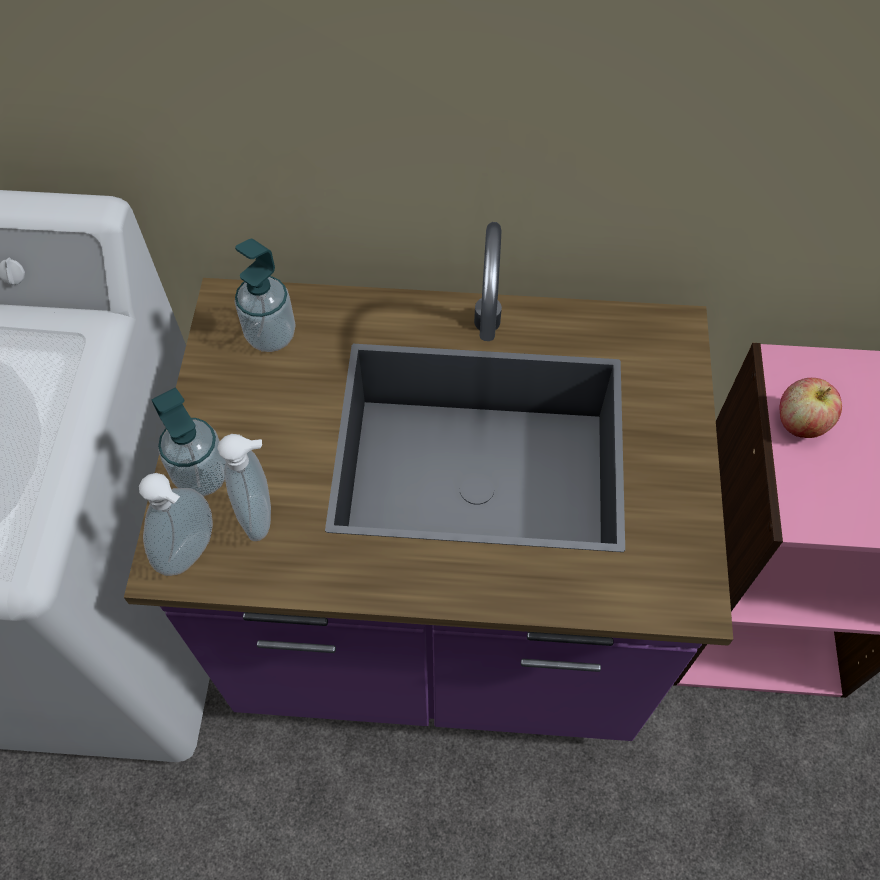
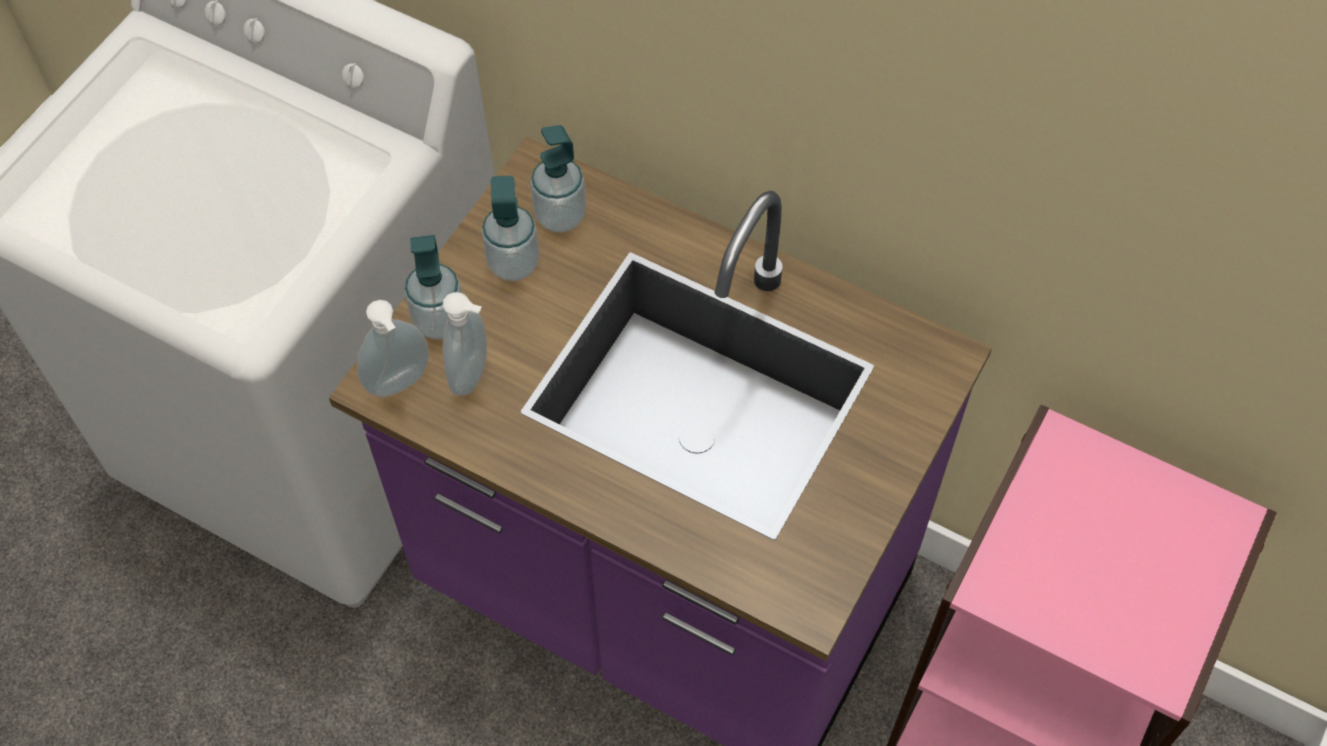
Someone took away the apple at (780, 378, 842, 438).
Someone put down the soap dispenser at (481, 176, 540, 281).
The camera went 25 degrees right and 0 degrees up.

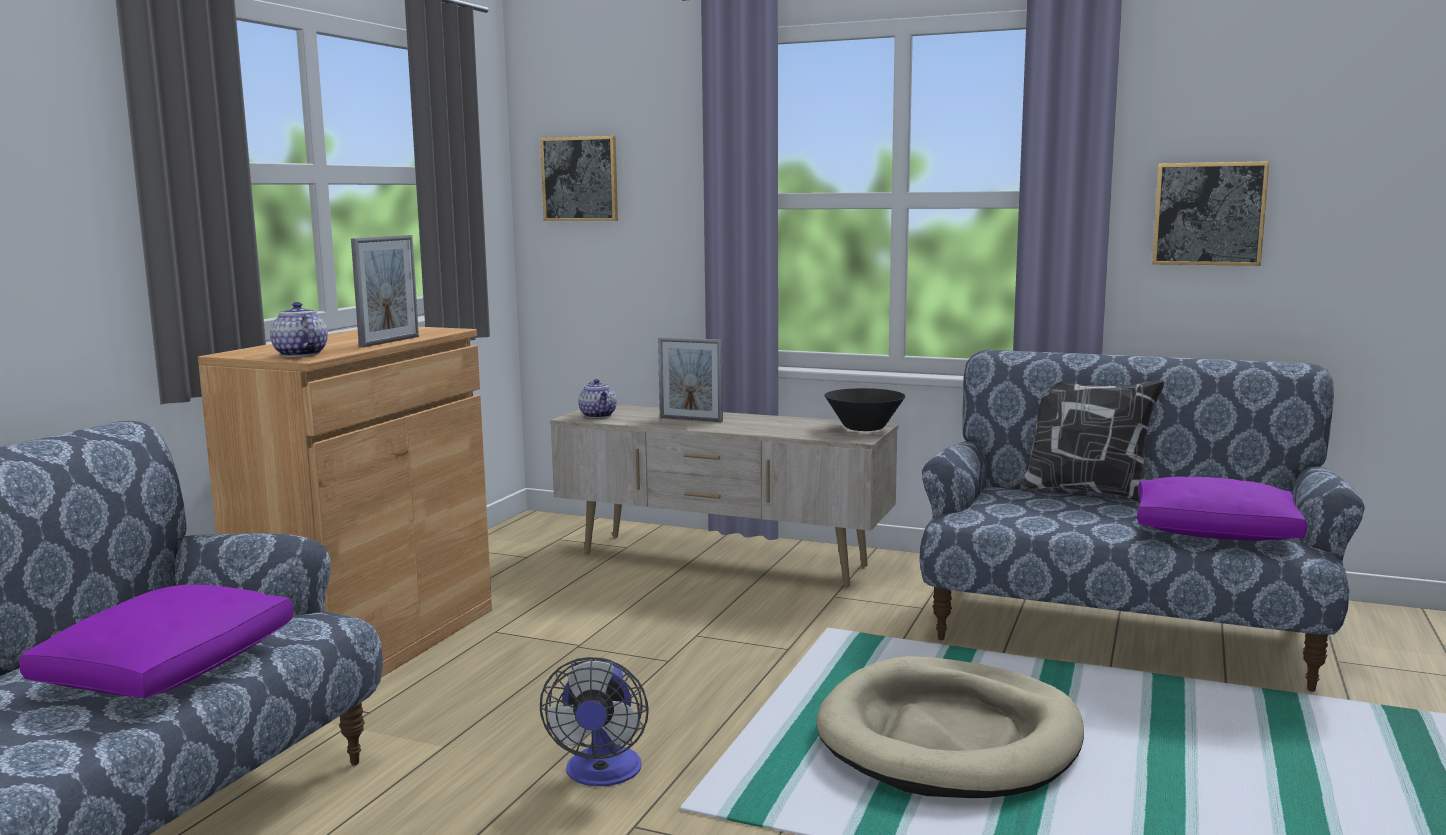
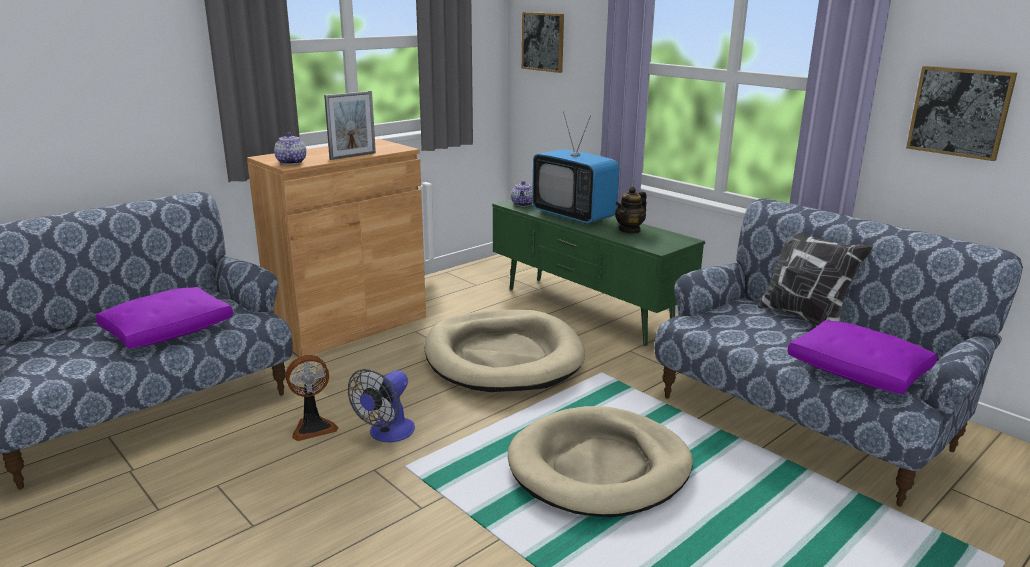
Someone repainted the tv stand (beige) at (550, 405, 899, 587), which became the tv stand (green) at (492, 199, 705, 346).
Someone swapped the picture frame at (658, 337, 723, 422) for the television at (532, 111, 620, 224).
Someone took away the bowl (black) at (824, 388, 906, 431).
Someone put down the fan at (286, 355, 338, 441).
Someone put down the dog bed (beige) at (425, 310, 585, 392).
Someone put down the teapot at (615, 186, 647, 234).
The camera went 25 degrees right and 10 degrees up.

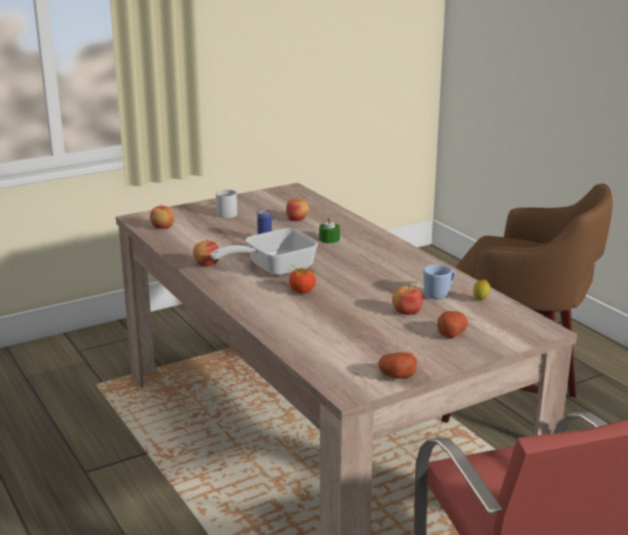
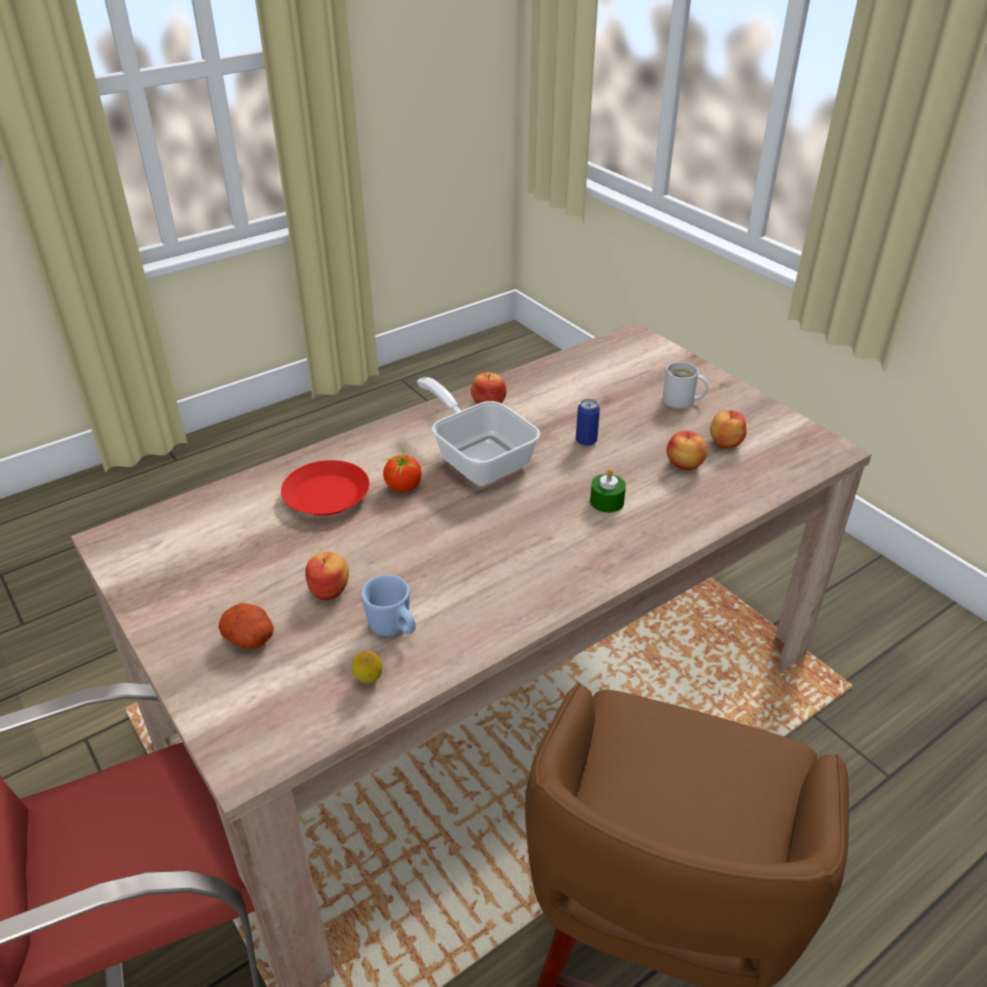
Someone carried the apple from (150, 205, 175, 229) to (710, 410, 746, 449).
Someone took away the potato at (379, 353, 417, 379).
Someone put down the plate (red) at (281, 460, 370, 515).
The camera went 85 degrees right and 15 degrees up.

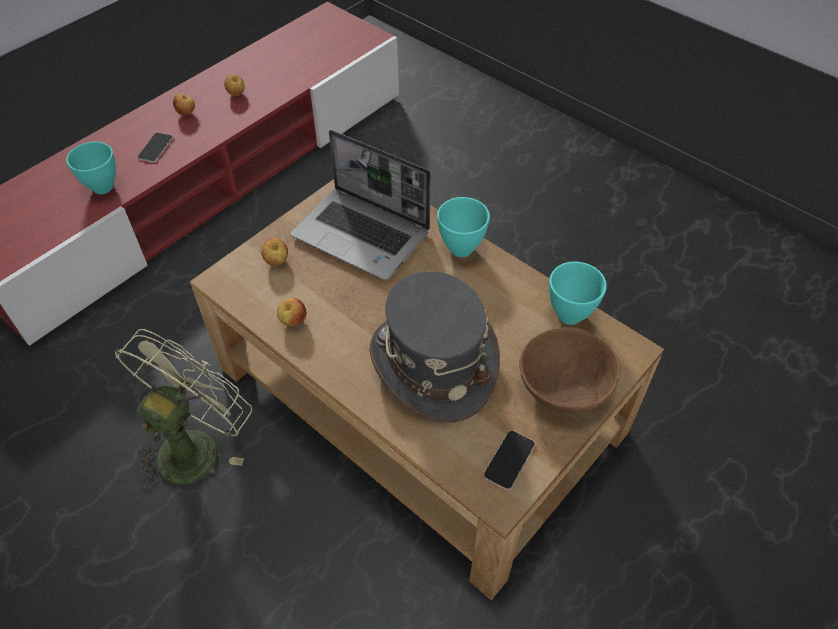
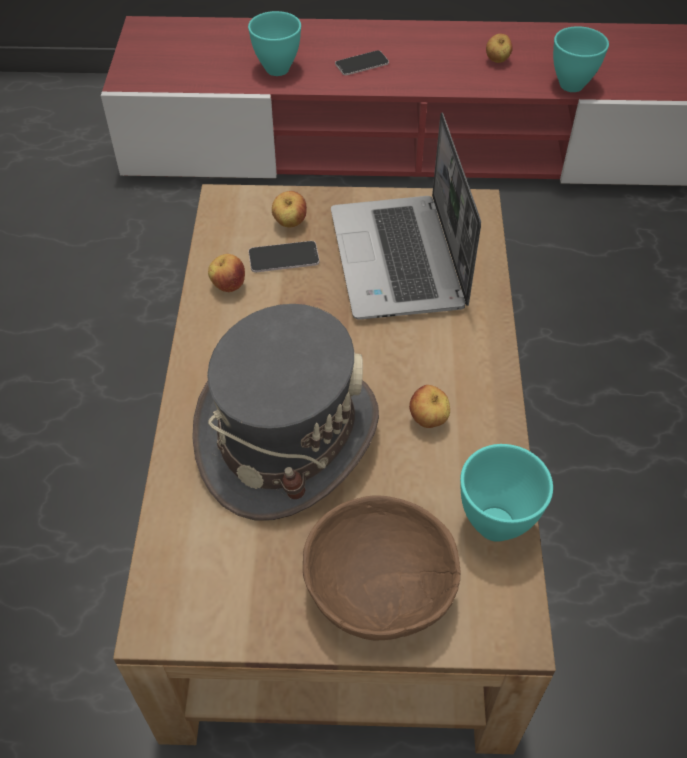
Someone took away the fan (green) at (115, 329, 252, 489).
Someone carried the apple from (173, 94, 195, 116) to (409, 385, 450, 428).
Someone carried the bowl (turquoise) from (437, 197, 490, 257) to (553, 26, 609, 92).
Someone carried the phone from (484, 430, 535, 490) to (248, 241, 320, 272).
The camera went 50 degrees right and 0 degrees up.

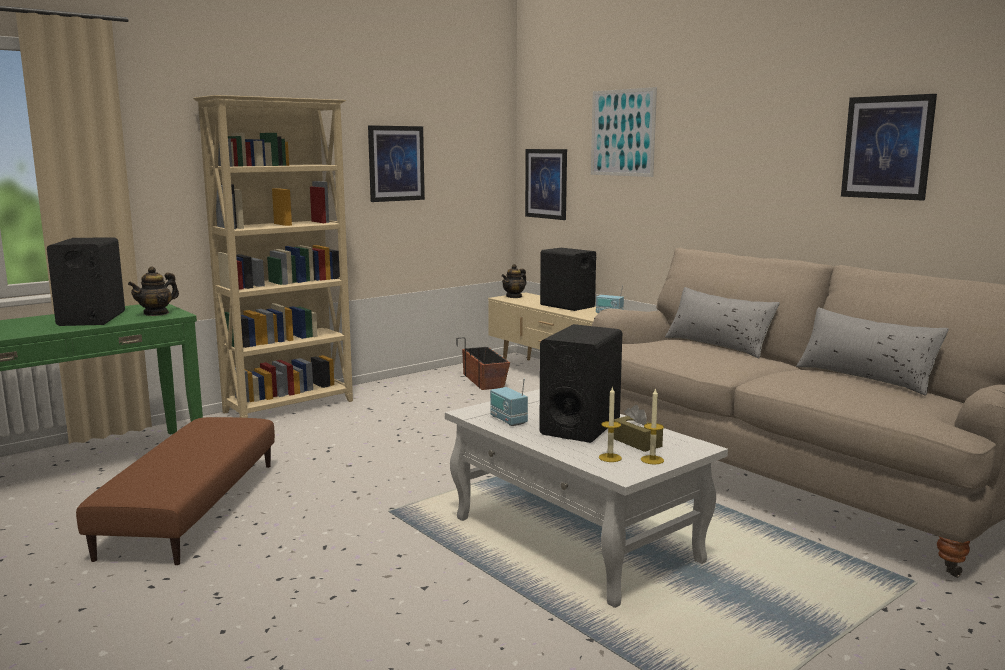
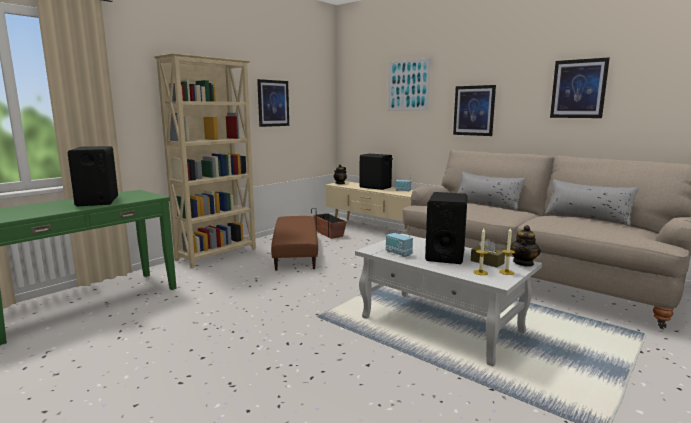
Someone carried the ottoman (brown) from (76, 417, 275, 565) to (271, 216, 318, 271).
Someone carried the teapot from (128, 266, 179, 316) to (510, 225, 541, 267).
Someone carried the picture from (525, 149, 567, 220) to (453, 85, 496, 136).
The camera went 10 degrees left and 0 degrees up.

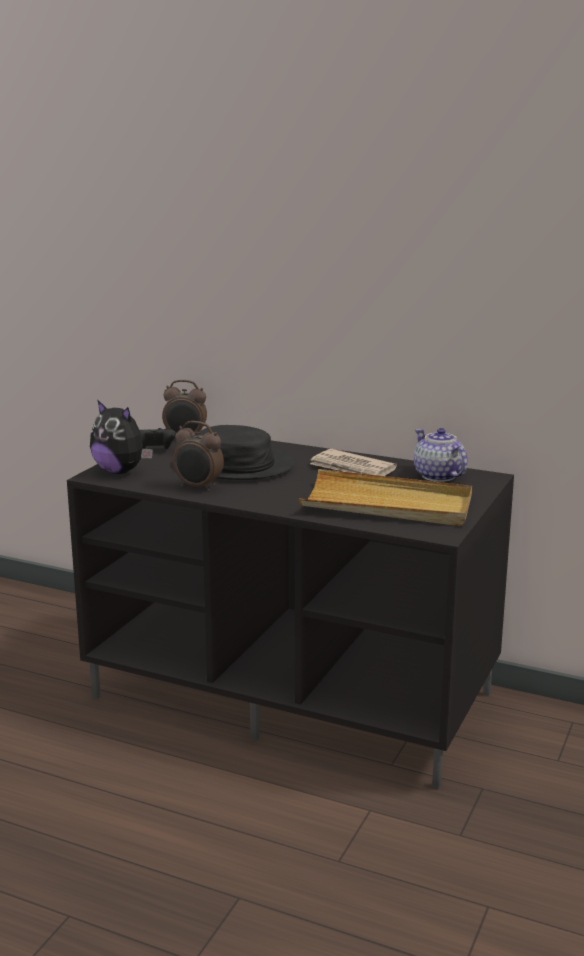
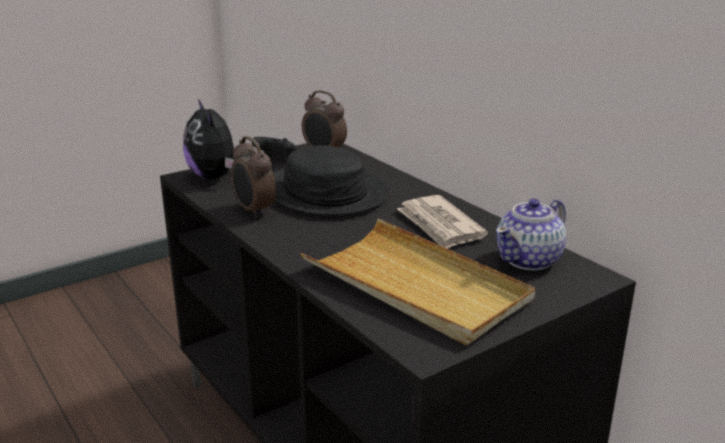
Someone rotated the teapot at (414, 428, 468, 482) by 135 degrees counterclockwise.
The camera went 30 degrees right and 5 degrees up.

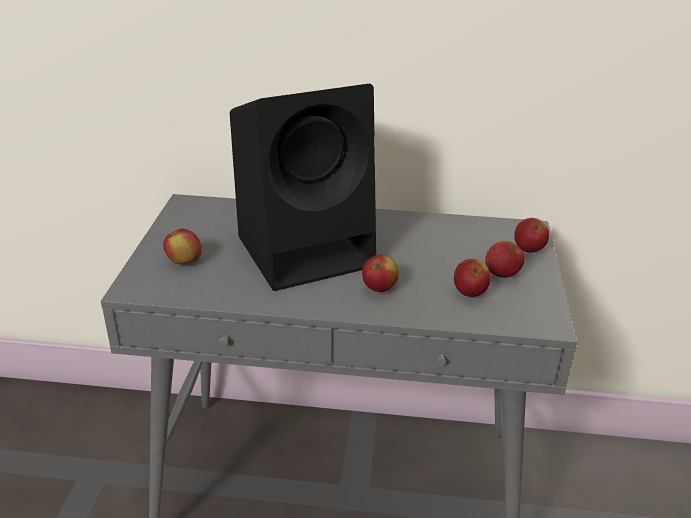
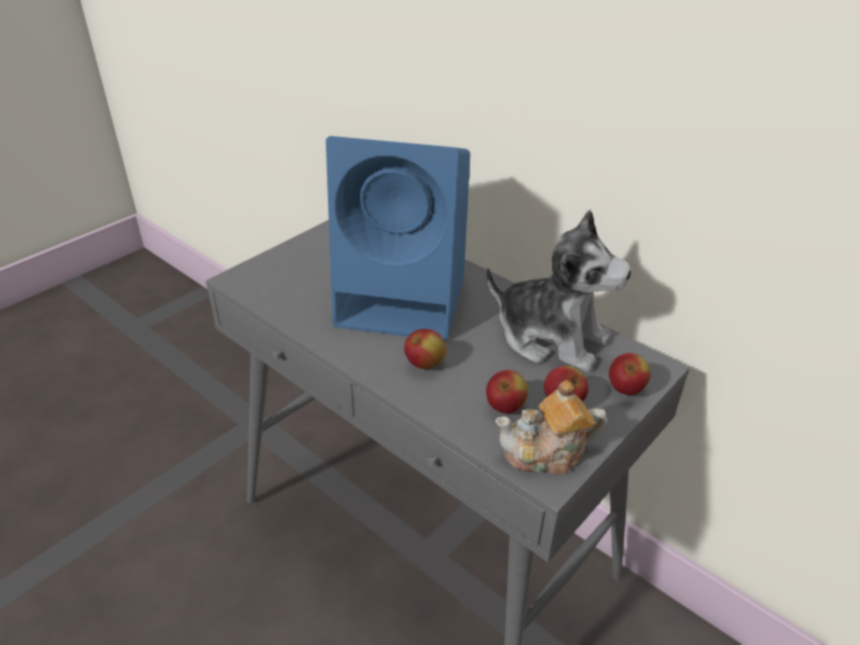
Someone took away the apple at (163, 229, 202, 264).
Someone repainted the speaker (black) at (230, 84, 376, 291), which became the speaker (blue) at (326, 136, 470, 341).
Someone put down the plush toy at (486, 210, 631, 372).
Someone put down the teapot at (495, 380, 607, 475).
The camera went 35 degrees right and 5 degrees up.

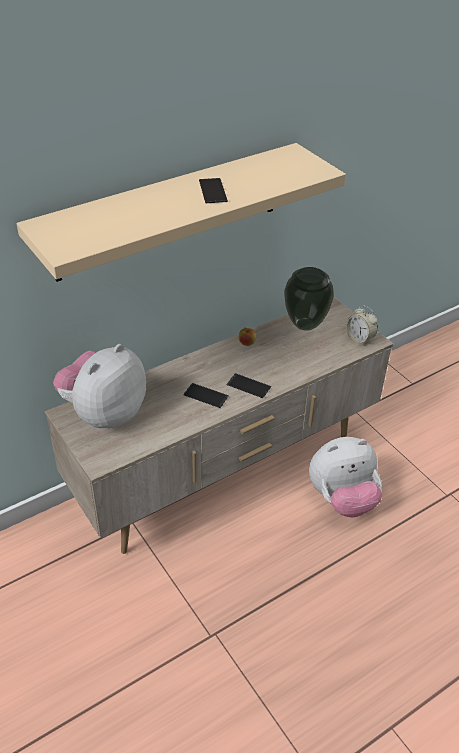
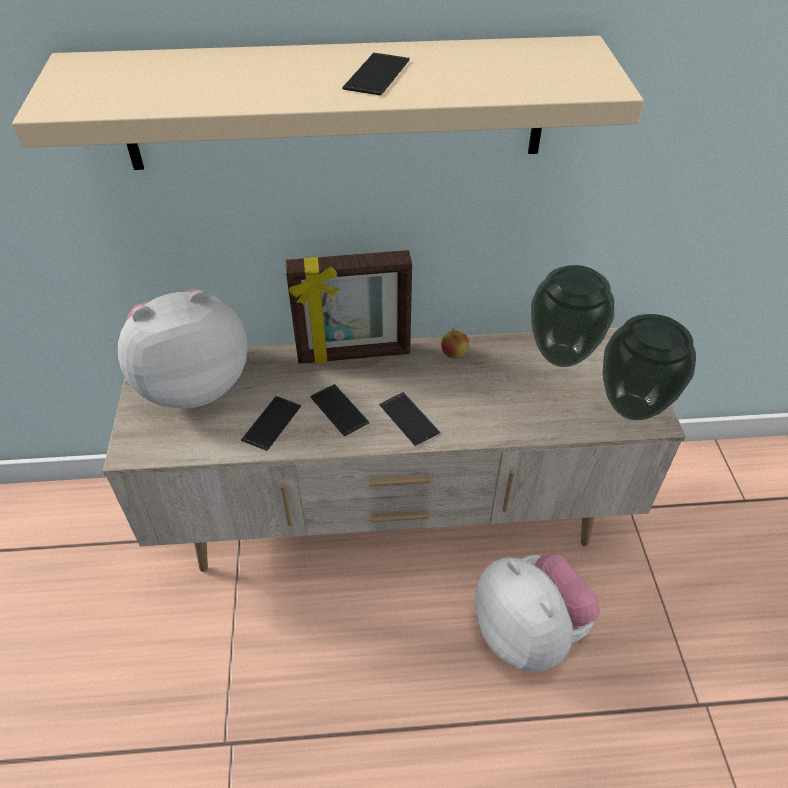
Someone rotated the plush toy at (309, 437, 382, 517) by 135 degrees counterclockwise.
Someone swapped the alarm clock at (346, 305, 378, 345) for the vase at (603, 314, 696, 420).
Someone put down the phone at (241, 396, 301, 451).
Someone put down the picture frame at (286, 250, 412, 364).
The camera went 30 degrees right and 5 degrees up.

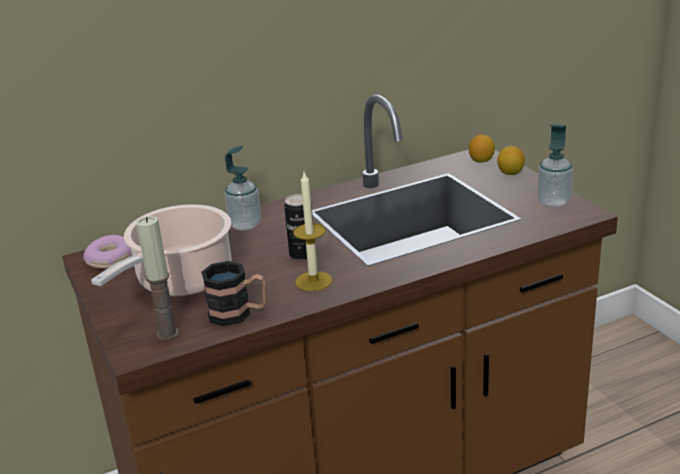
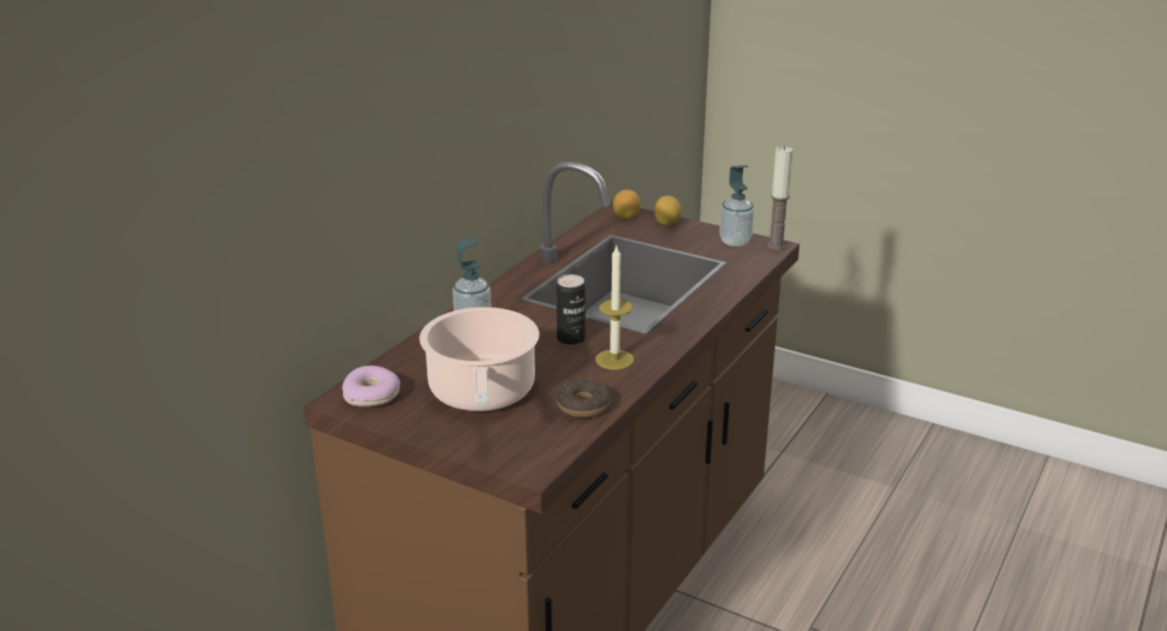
Someone carried the candle from (136, 216, 179, 341) to (767, 146, 793, 250).
Someone swapped the mug at (201, 261, 267, 326) for the donut at (556, 380, 611, 418).
The camera went 35 degrees left and 0 degrees up.

